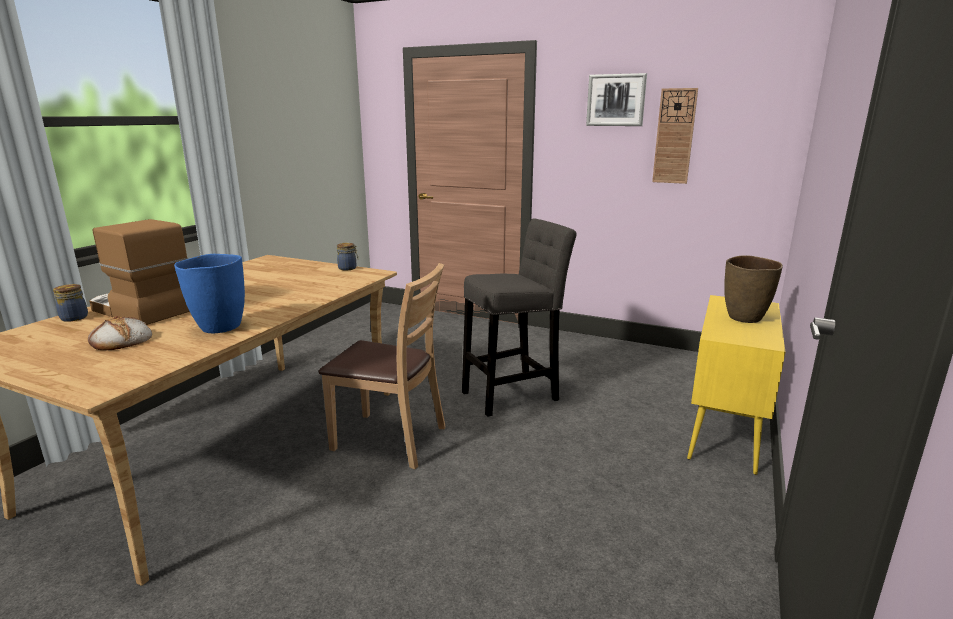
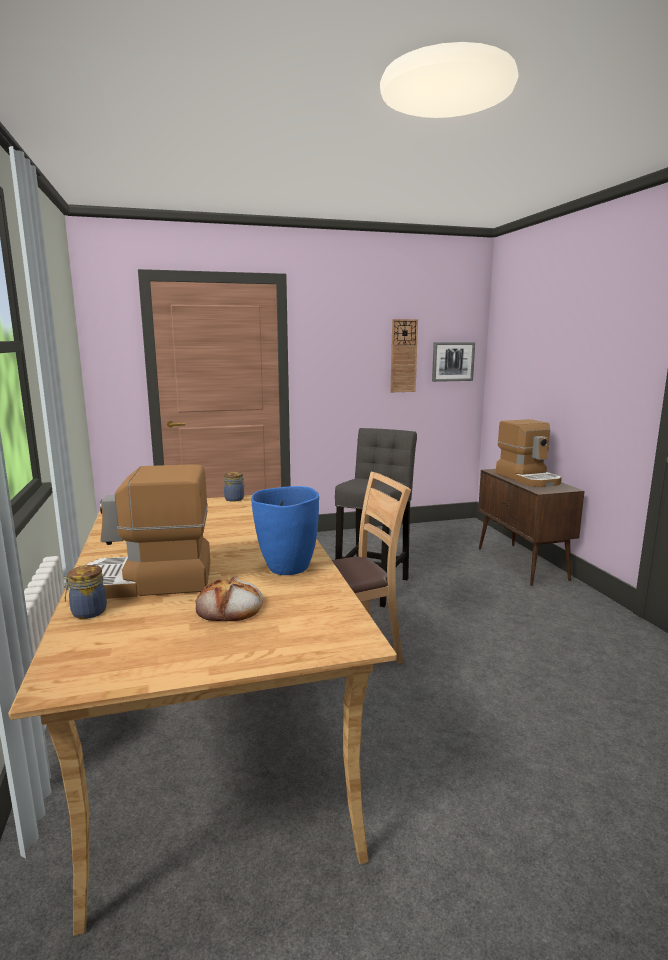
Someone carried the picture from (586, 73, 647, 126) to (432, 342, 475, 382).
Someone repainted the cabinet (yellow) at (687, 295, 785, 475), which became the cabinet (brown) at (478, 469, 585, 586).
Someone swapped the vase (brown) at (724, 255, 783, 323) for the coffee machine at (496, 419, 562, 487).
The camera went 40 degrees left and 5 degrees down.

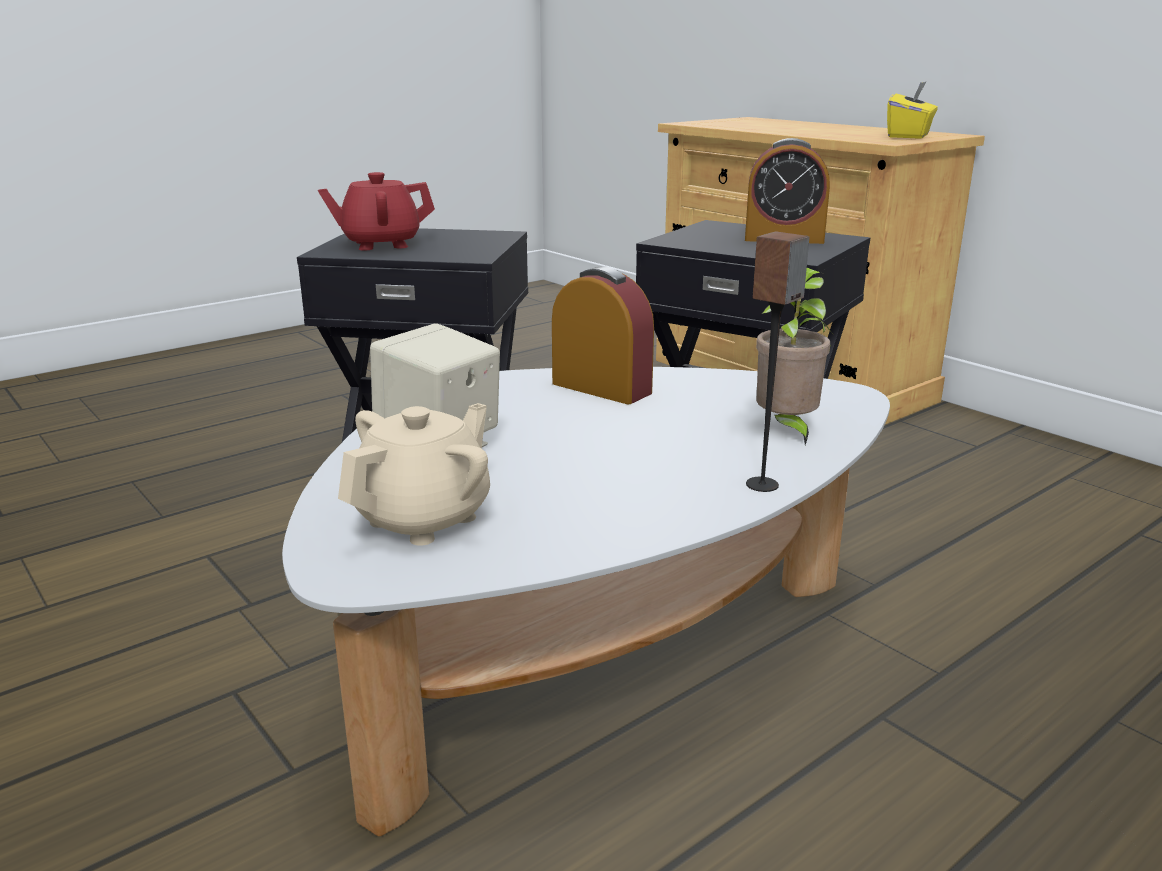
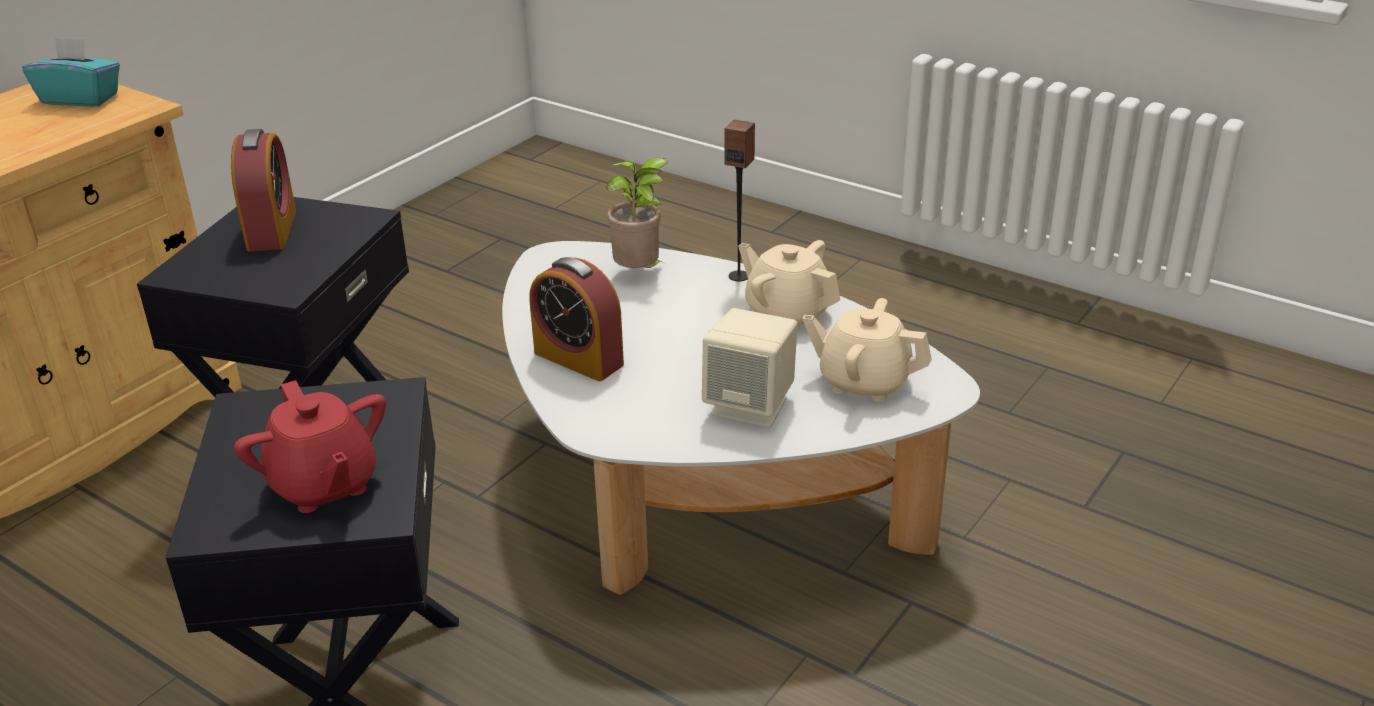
Someone rotated the alarm clock at (552, 266, 654, 404) by 75 degrees counterclockwise.
Someone repainted the tissue box (yellow) at (887, 81, 938, 139), which became the tissue box (turquoise) at (22, 37, 120, 107).
Someone put down the teapot (beige) at (738, 240, 840, 330).
The camera went 105 degrees left and 10 degrees up.

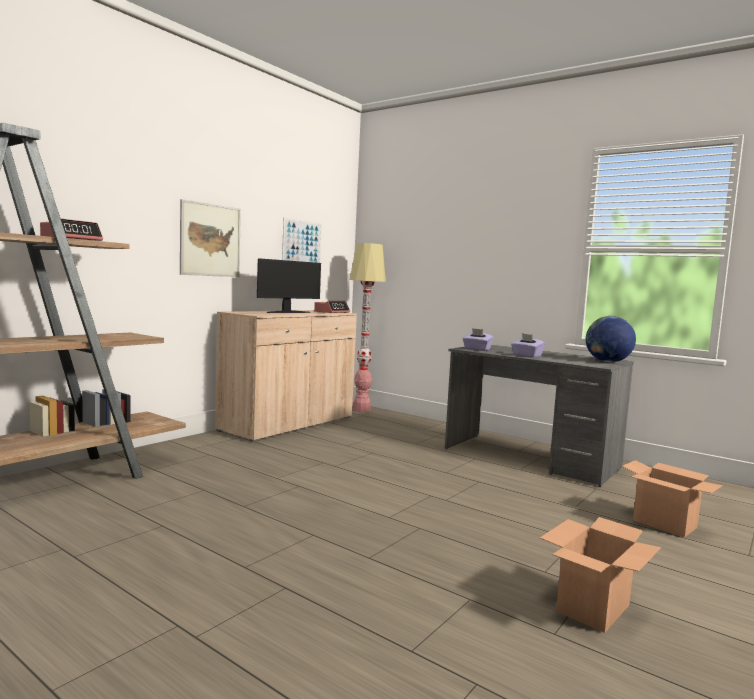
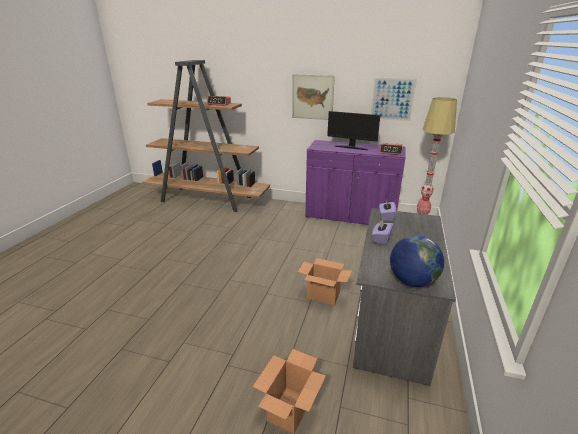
Someone repainted the cabinet (beige) at (215, 310, 357, 442), which became the cabinet (purple) at (305, 140, 406, 225).
Someone carried the cardboard box from (540, 517, 661, 633) to (298, 258, 352, 305).
The camera went 70 degrees right and 20 degrees up.

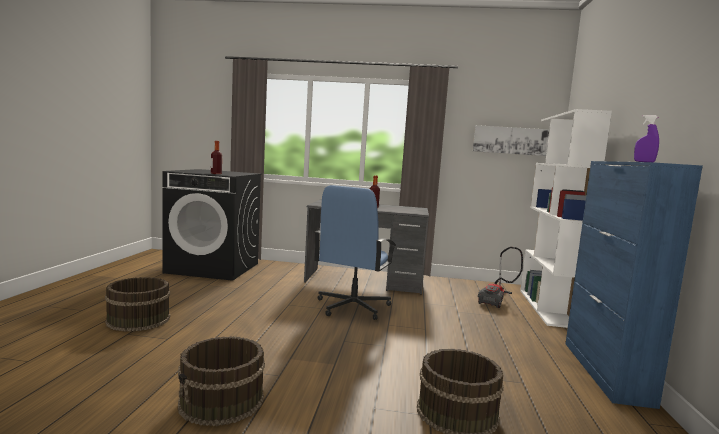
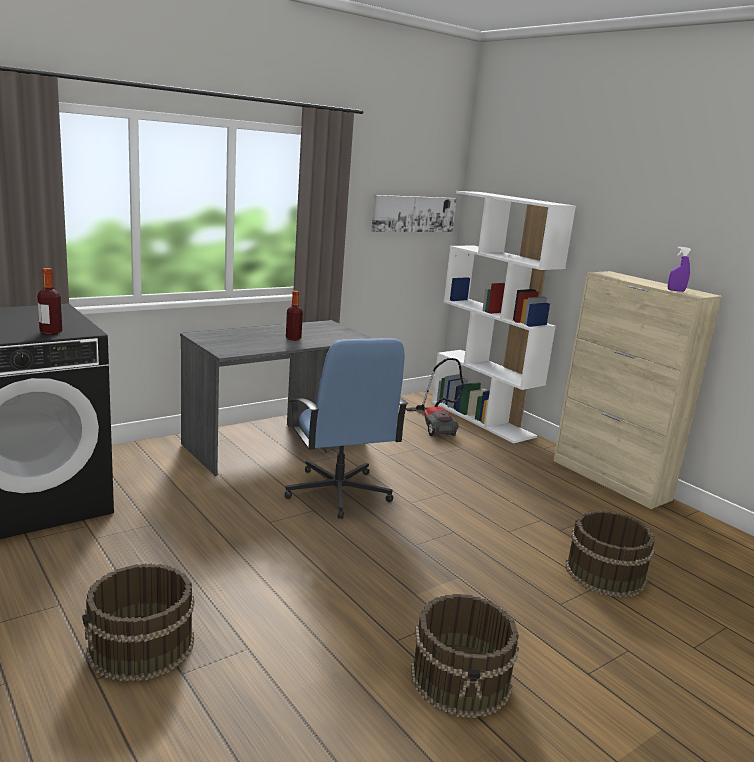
Someone repainted the cabinet (blue) at (565, 161, 703, 409), which became the cabinet (beige) at (553, 271, 722, 509).
The camera went 45 degrees left and 10 degrees up.

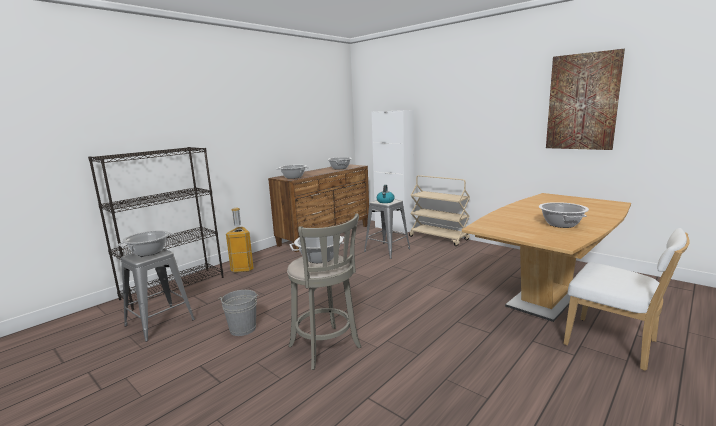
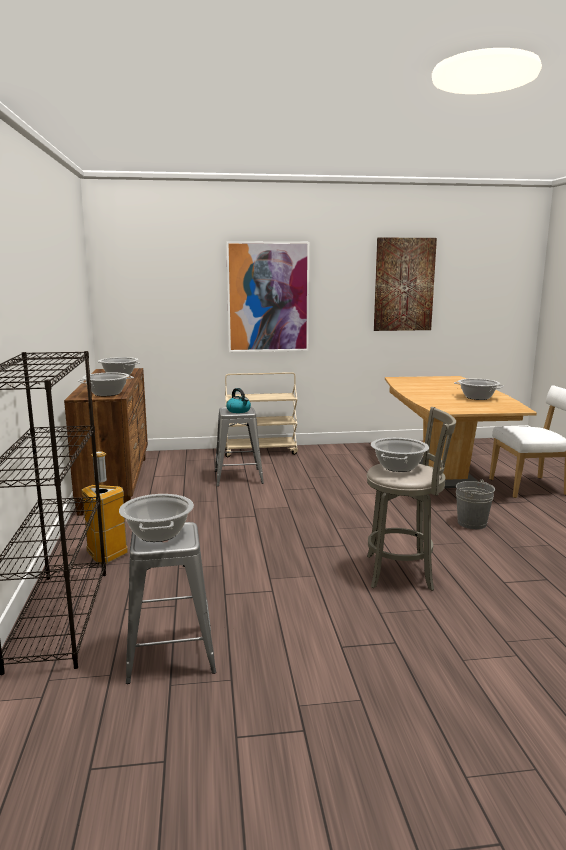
Someone carried the bucket (grey) from (218, 290, 257, 336) to (456, 479, 495, 529).
Someone took away the cabinet (white) at (372, 110, 414, 234).
Someone put up the picture at (226, 241, 309, 352).
The camera went 50 degrees left and 0 degrees up.

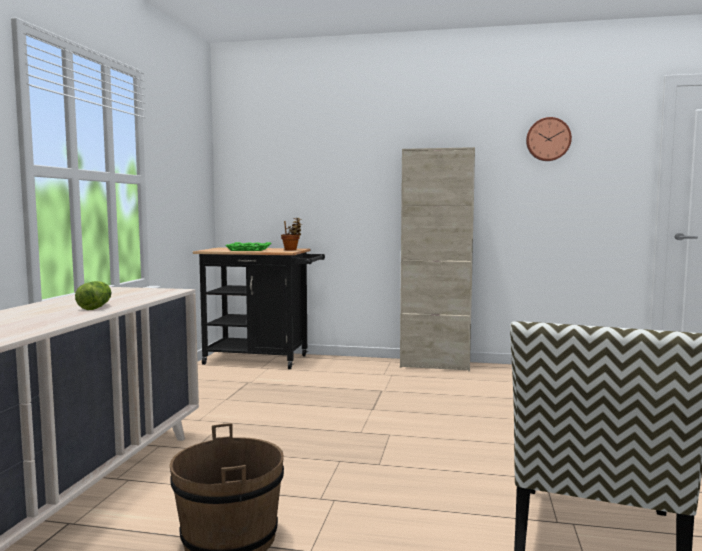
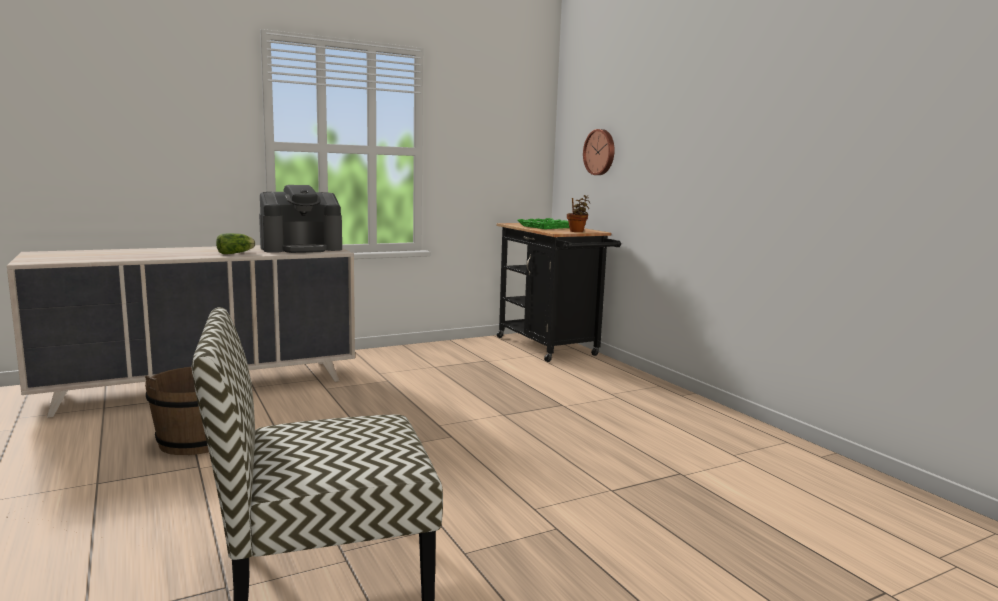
Someone took away the cabinet (beige) at (400, 147, 475, 371).
Someone carried the wall clock from (526, 117, 572, 161) to (583, 129, 615, 175).
Someone put down the coffee machine at (259, 185, 342, 253).
The camera went 50 degrees right and 5 degrees up.

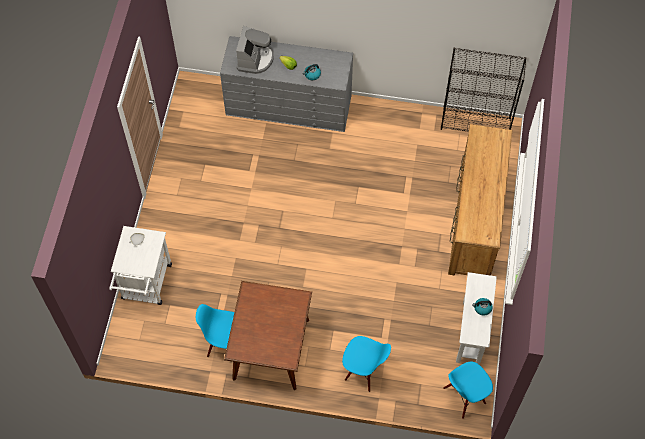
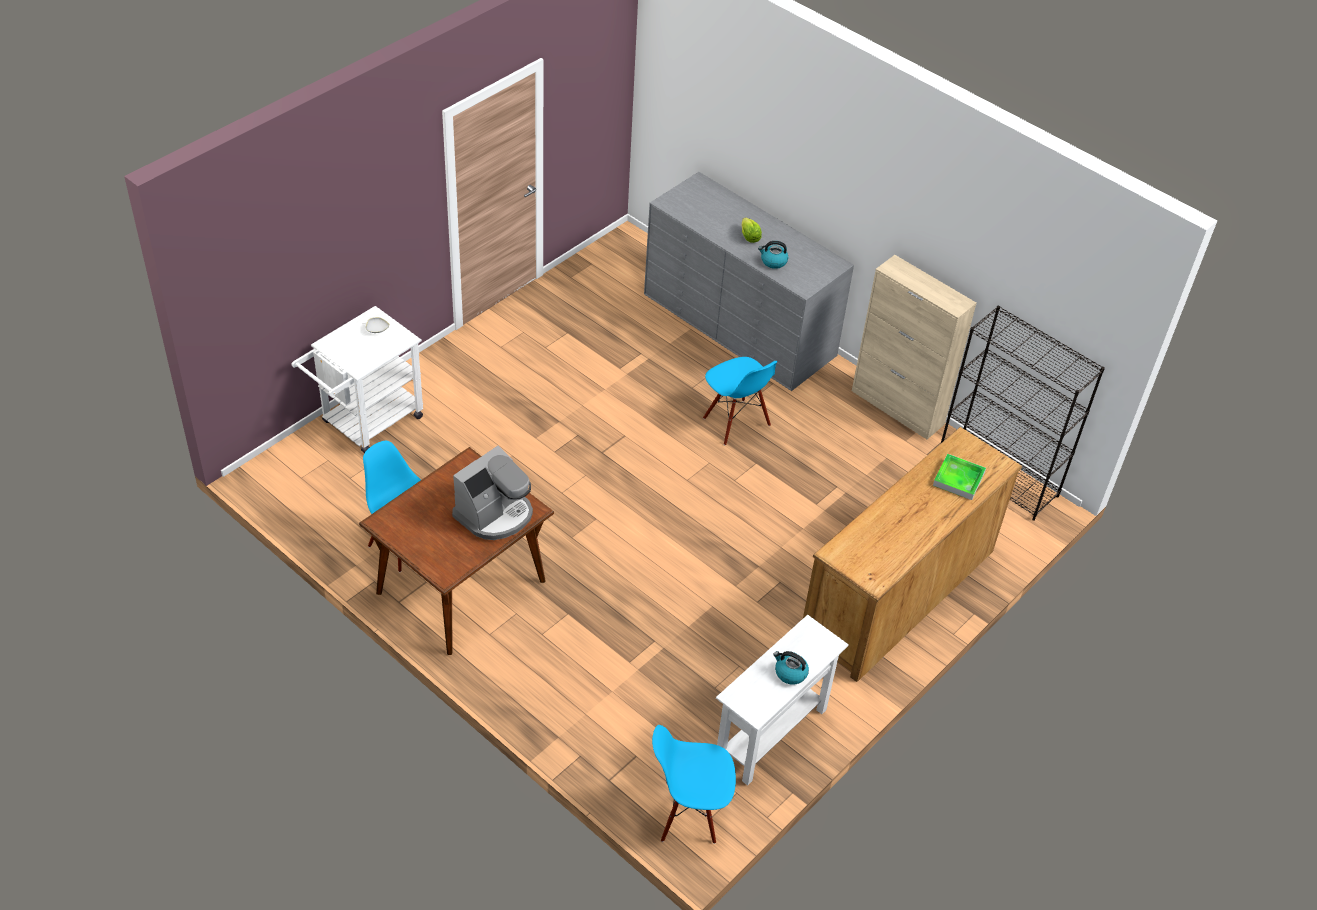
Someone carried the coffee machine from (236, 26, 274, 74) to (452, 445, 533, 540).
Someone carried the chair (blue) from (342, 336, 391, 392) to (703, 357, 778, 445).
Someone put down the cabinet (beige) at (852, 255, 977, 439).
Someone put down the tray at (933, 454, 986, 500).
The camera went 30 degrees right and 15 degrees down.

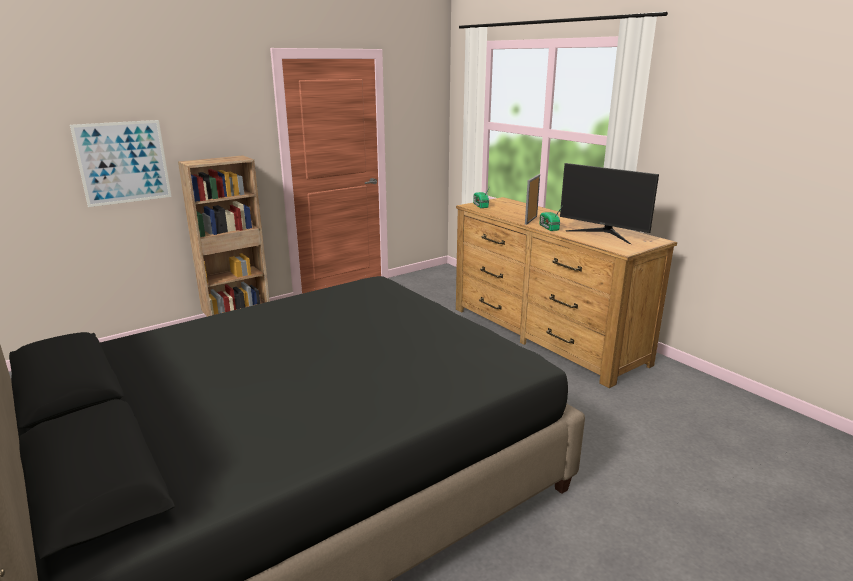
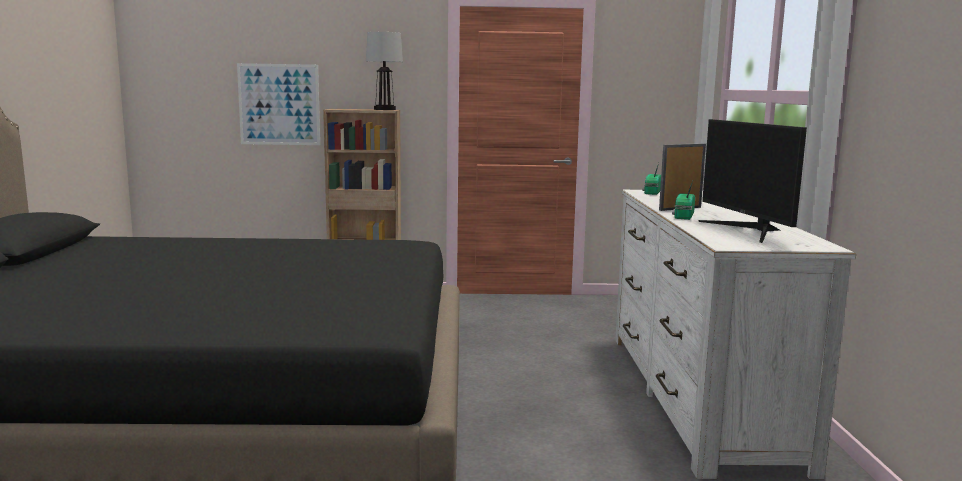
Someone repainted the dresser (brown) at (456, 197, 677, 388), which became the dresser (white) at (615, 190, 856, 480).
Someone put down the table lamp at (366, 32, 403, 110).
The camera went 35 degrees right and 10 degrees down.

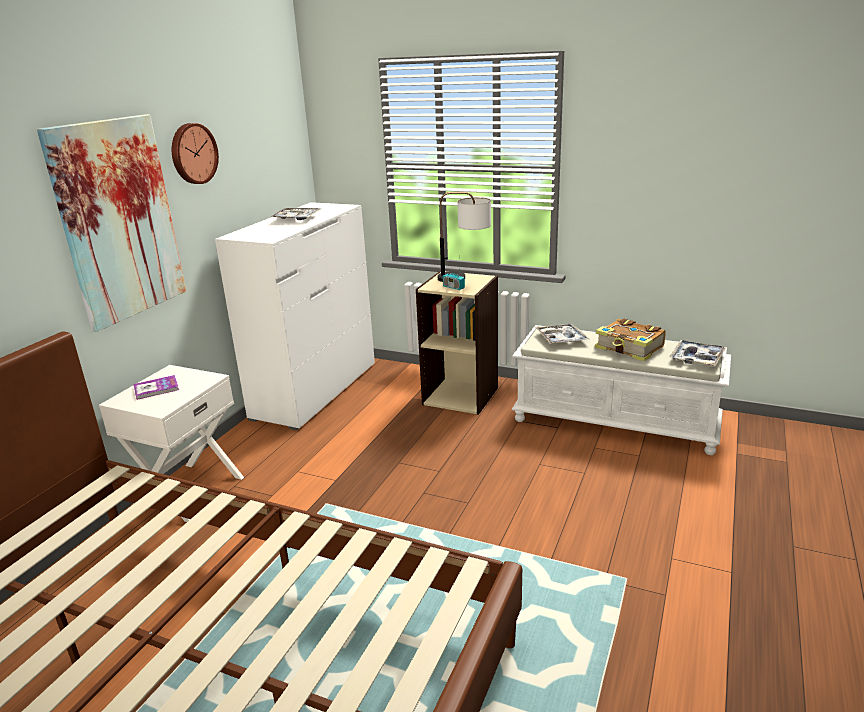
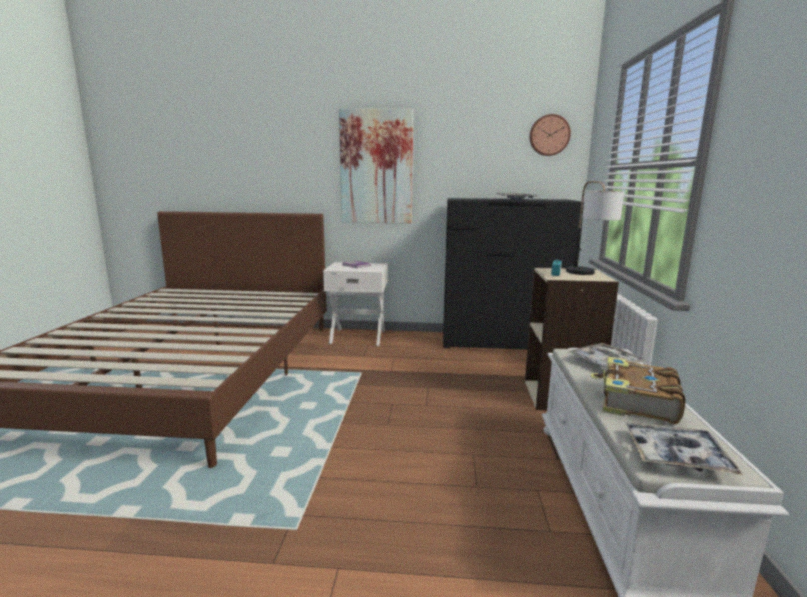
Someone carried the wall clock from (172, 123, 219, 184) to (530, 114, 571, 156).
Someone repainted the dresser (white) at (215, 202, 375, 430), which became the dresser (black) at (443, 198, 584, 350).
The camera went 70 degrees right and 10 degrees down.

